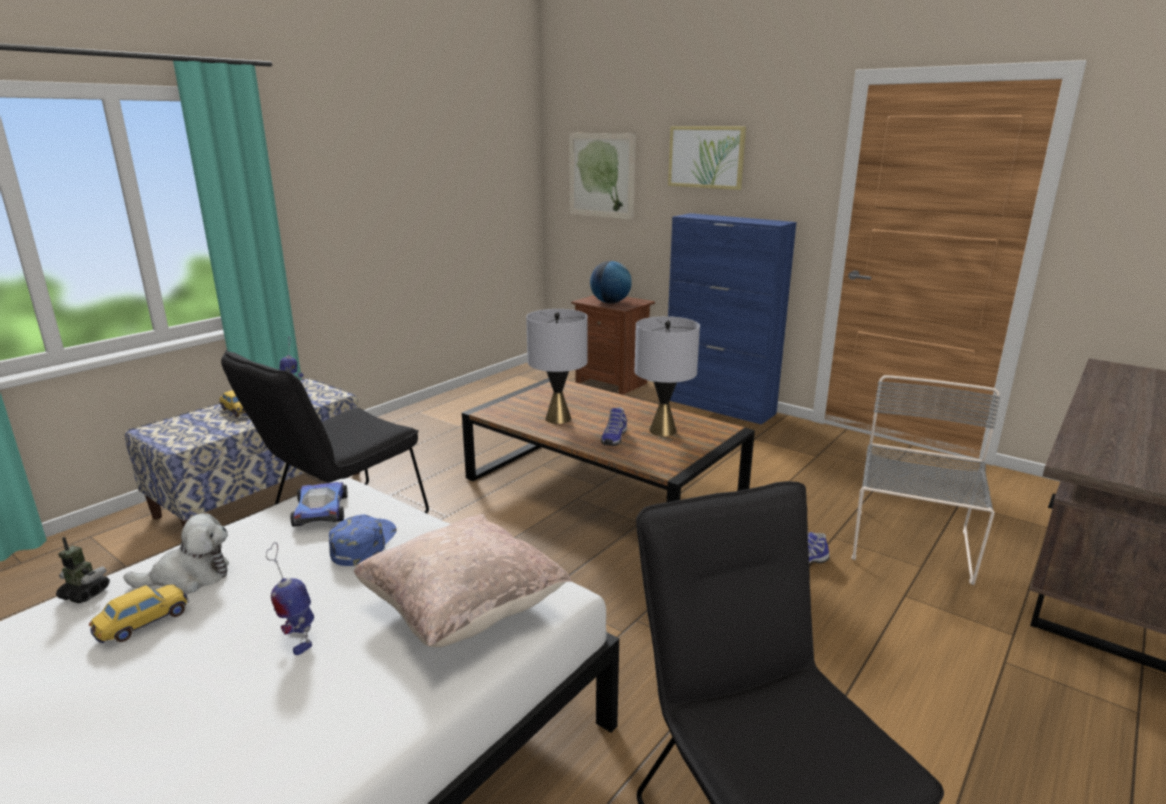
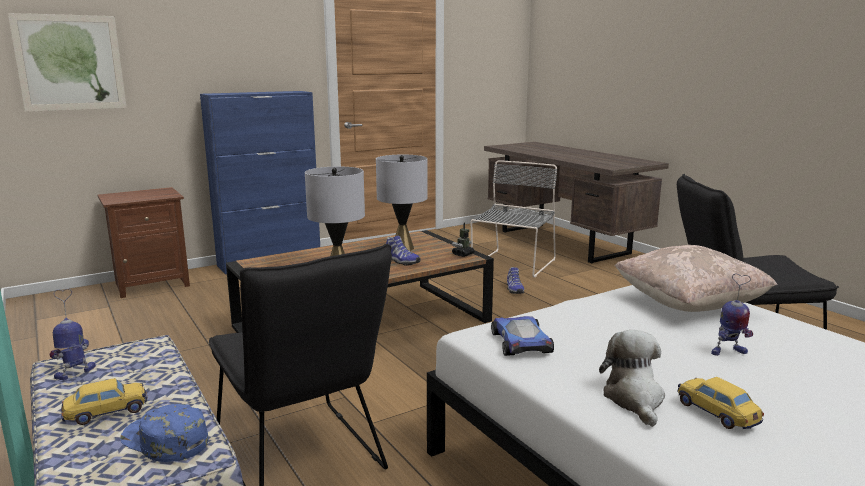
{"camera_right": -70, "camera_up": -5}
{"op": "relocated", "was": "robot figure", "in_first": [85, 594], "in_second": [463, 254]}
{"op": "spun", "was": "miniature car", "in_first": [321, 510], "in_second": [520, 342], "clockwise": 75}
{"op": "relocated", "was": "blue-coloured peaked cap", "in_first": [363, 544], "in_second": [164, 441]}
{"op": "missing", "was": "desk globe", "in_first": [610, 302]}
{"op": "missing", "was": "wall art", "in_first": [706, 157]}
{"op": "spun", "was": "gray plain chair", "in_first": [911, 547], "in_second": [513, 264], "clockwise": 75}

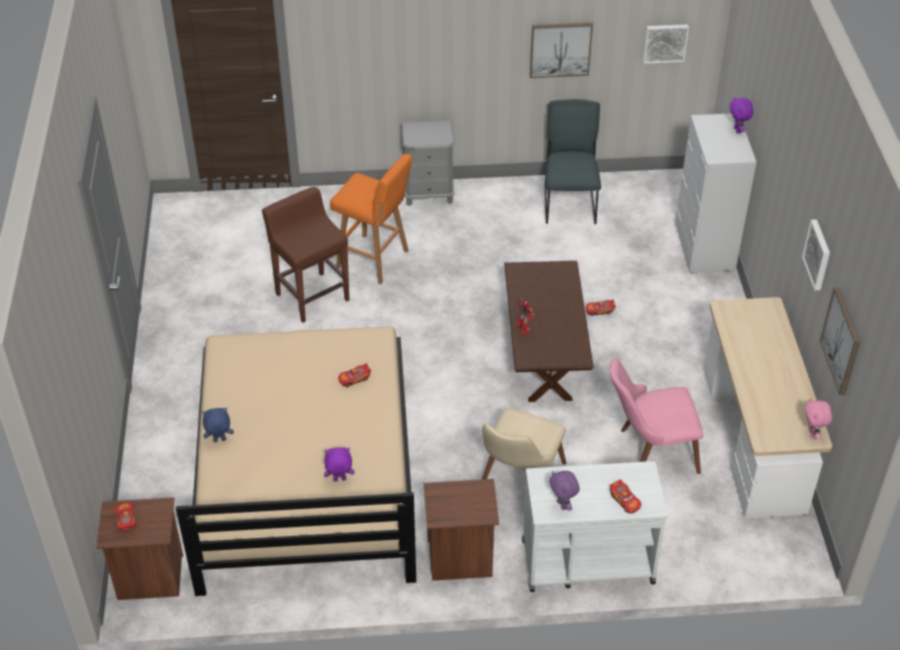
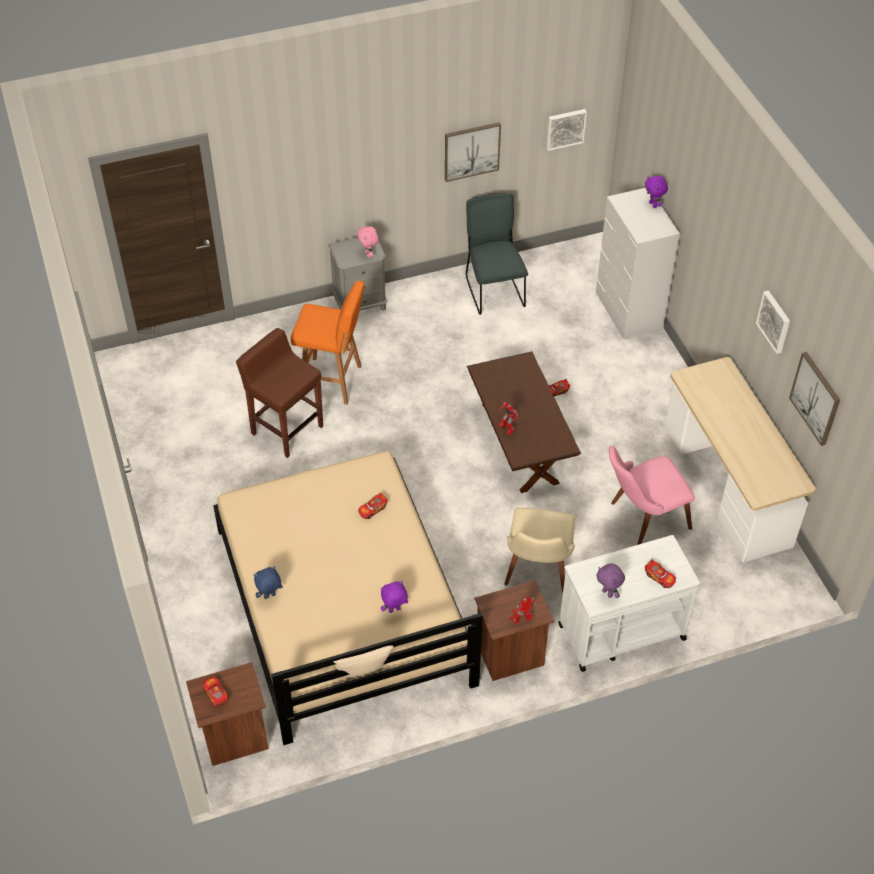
{"camera_right": -15, "camera_up": 5}
{"op": "relocated", "was": "pink-coloured soft toy", "in_first": [812, 434], "in_second": [369, 254]}
{"op": "appeared", "now": "beige-coloured cushion", "in_second": [363, 674]}
{"op": "appeared", "now": "robot figure", "in_second": [522, 620]}

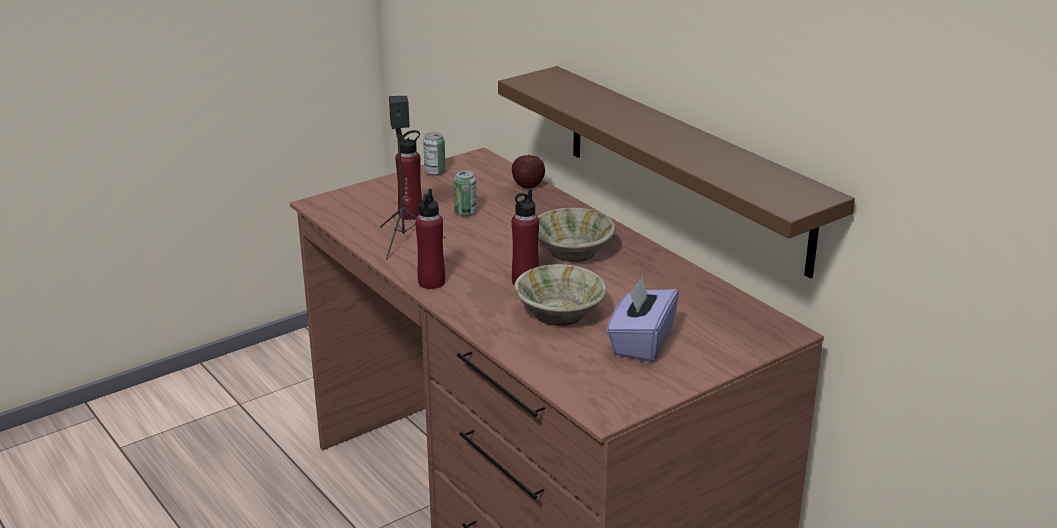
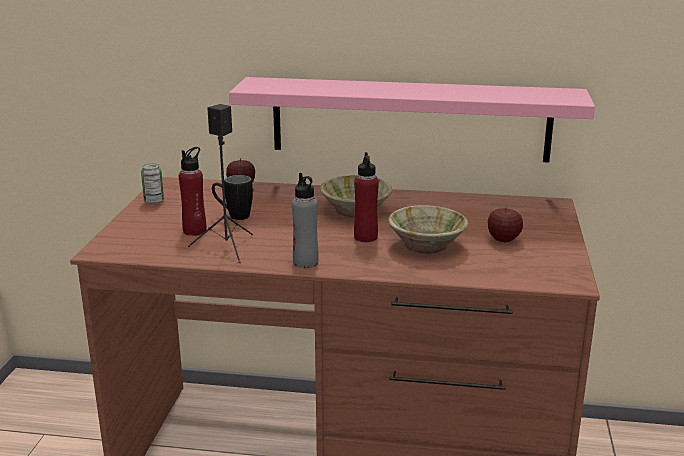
{"camera_right": -45, "camera_up": -5}
{"op": "colour", "was": "red-coloured bottle", "now": "gray bottle", "in_first": [431, 282], "in_second": [305, 263]}
{"op": "exchanged", "was": "metal can", "now": "black-coloured coffee mug", "in_first": [465, 212], "in_second": [233, 216]}
{"op": "colour", "was": "brownish shelf", "now": "pink-coloured shelf", "in_first": [685, 167], "in_second": [410, 119]}
{"op": "exchanged", "was": "purplish box of tissues", "now": "apple fruit", "in_first": [641, 343], "in_second": [503, 239]}

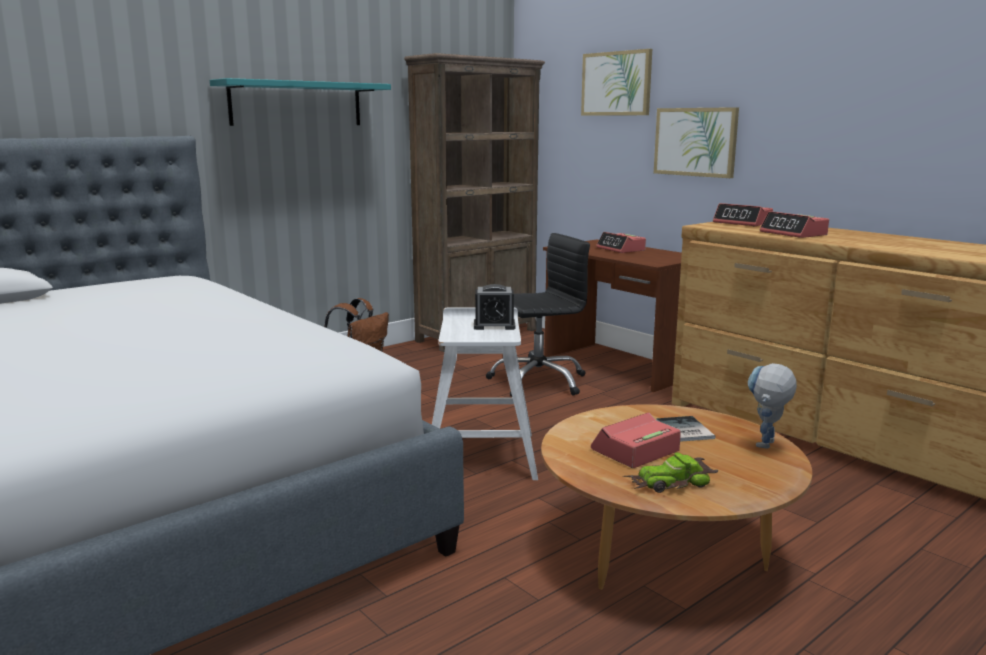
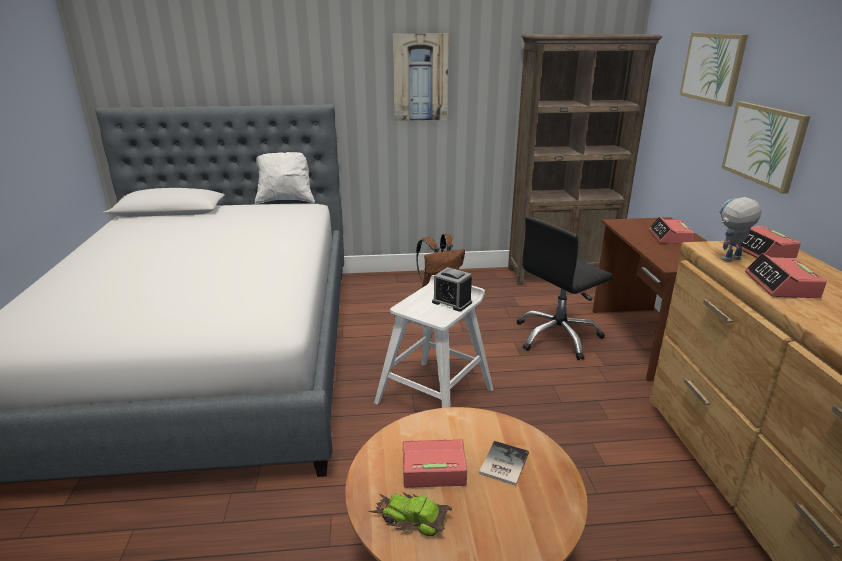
{"camera_right": 35, "camera_up": 10}
{"op": "exchanged", "was": "blue-green shelf", "now": "wall art", "in_first": [296, 104], "in_second": [420, 77]}
{"op": "spun", "was": "black-coloured desk chair", "in_first": [538, 381], "in_second": [557, 337], "clockwise": 135}
{"op": "relocated", "was": "robot figure", "in_first": [765, 447], "in_second": [728, 260]}
{"op": "appeared", "now": "white-coloured cushion", "in_second": [286, 200]}

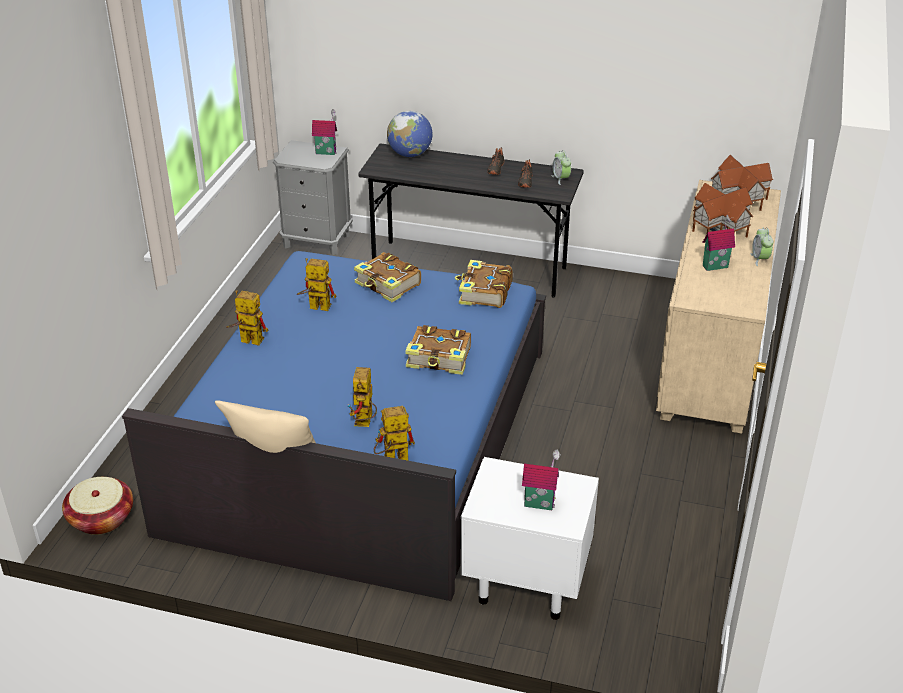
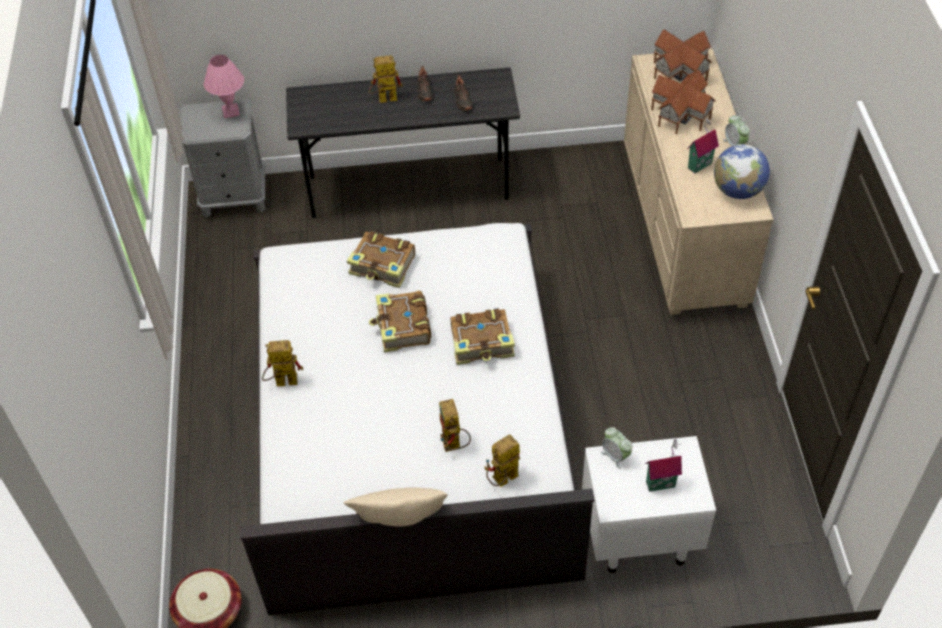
{"camera_right": -20, "camera_up": 15}
{"op": "colour", "was": "blue-coloured bed", "now": "white-coloured bed", "in_first": [362, 437], "in_second": [411, 427]}
{"op": "relocated", "was": "robot figure", "in_first": [315, 307], "in_second": [383, 100]}
{"op": "exchanged", "was": "model house", "now": "pink-coloured tabletop lamp", "in_first": [326, 152], "in_second": [230, 111]}
{"op": "relocated", "was": "desk globe", "in_first": [410, 154], "in_second": [737, 191]}
{"op": "relocated", "was": "bound book", "in_first": [484, 293], "in_second": [402, 328]}
{"op": "relocated", "was": "alarm clock", "in_first": [561, 179], "in_second": [615, 456]}

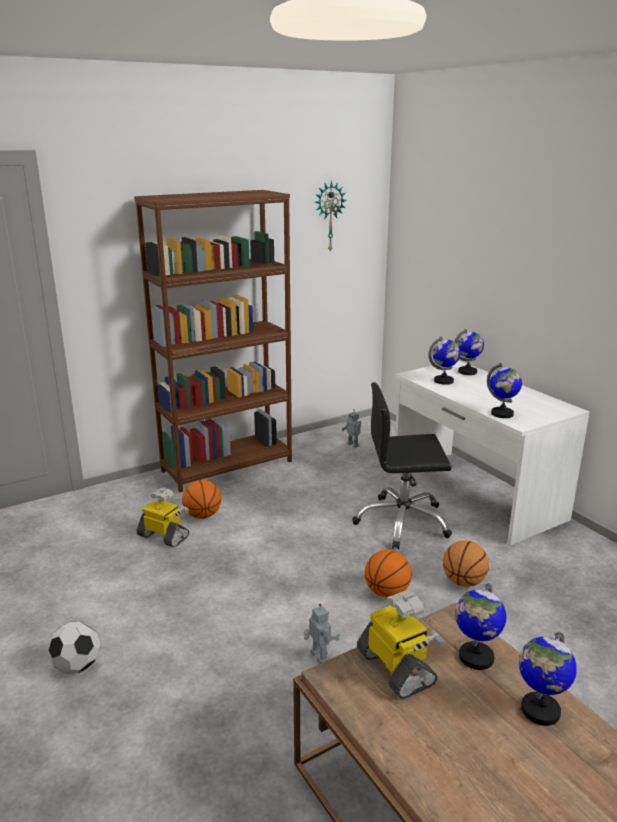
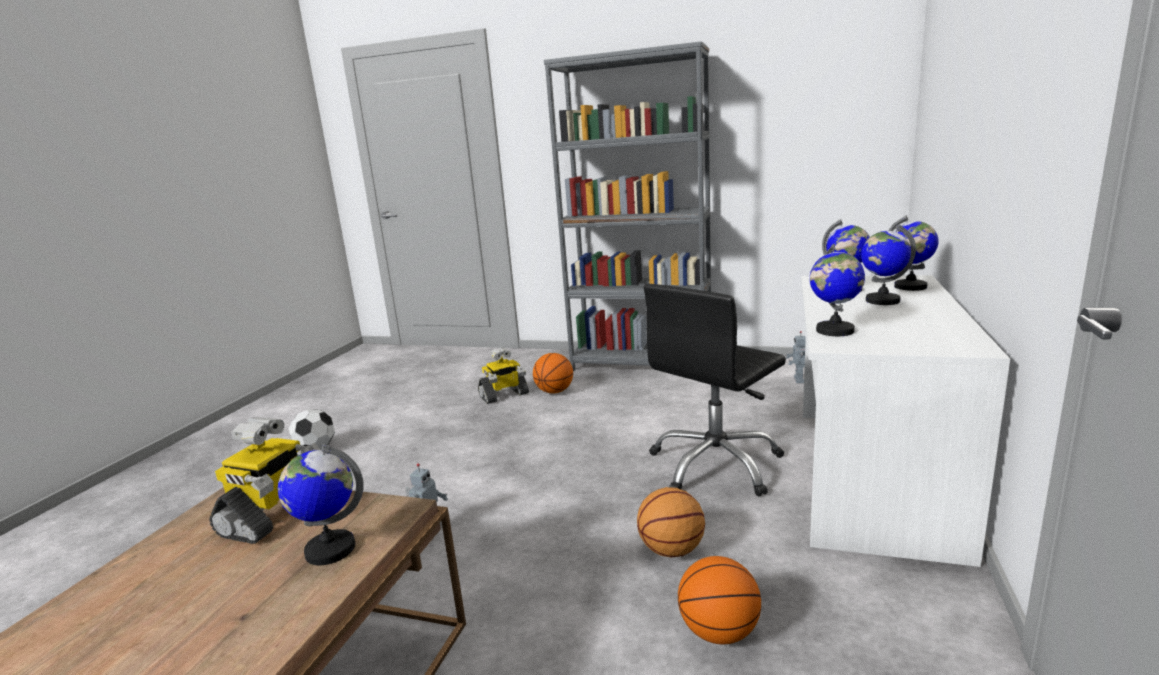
{"camera_right": 50, "camera_up": -5}
{"op": "colour", "was": "brownish bookshelf", "now": "gray bookshelf", "in_first": [227, 466], "in_second": [642, 363]}
{"op": "spun", "was": "robot figure", "in_first": [164, 536], "in_second": [504, 395], "clockwise": 75}
{"op": "missing", "was": "hanging clock", "in_first": [329, 217]}
{"op": "spun", "was": "black-coloured desk chair", "in_first": [402, 522], "in_second": [716, 465], "clockwise": -90}
{"op": "relocated", "was": "basketball ball", "in_first": [386, 592], "in_second": [719, 632]}
{"op": "relocated", "was": "desk globe", "in_first": [539, 710], "in_second": [882, 300]}

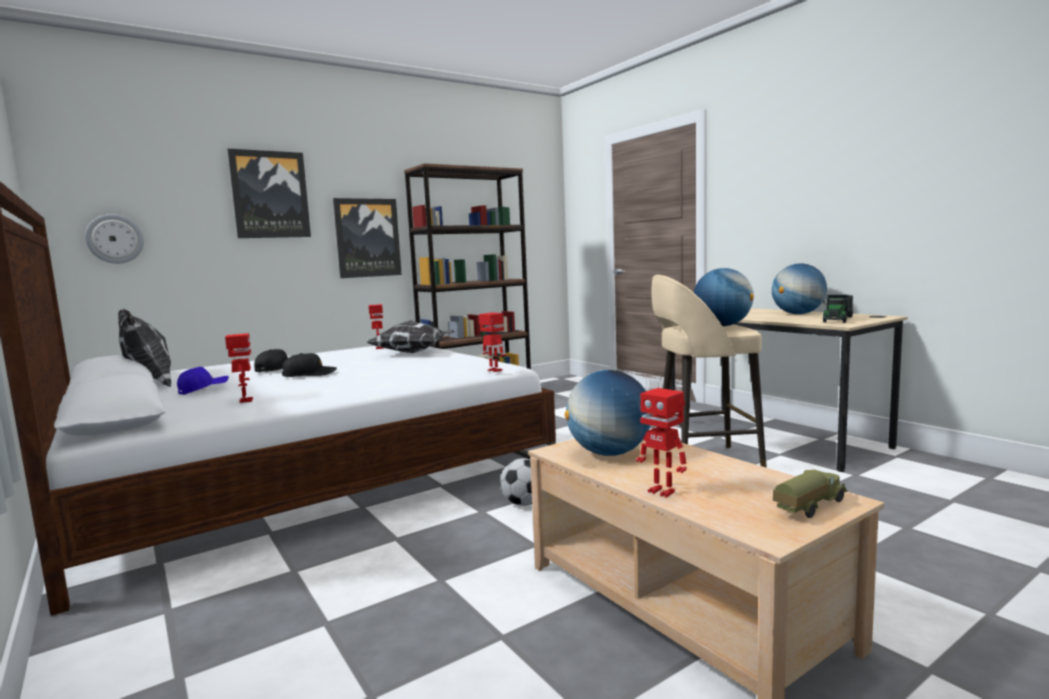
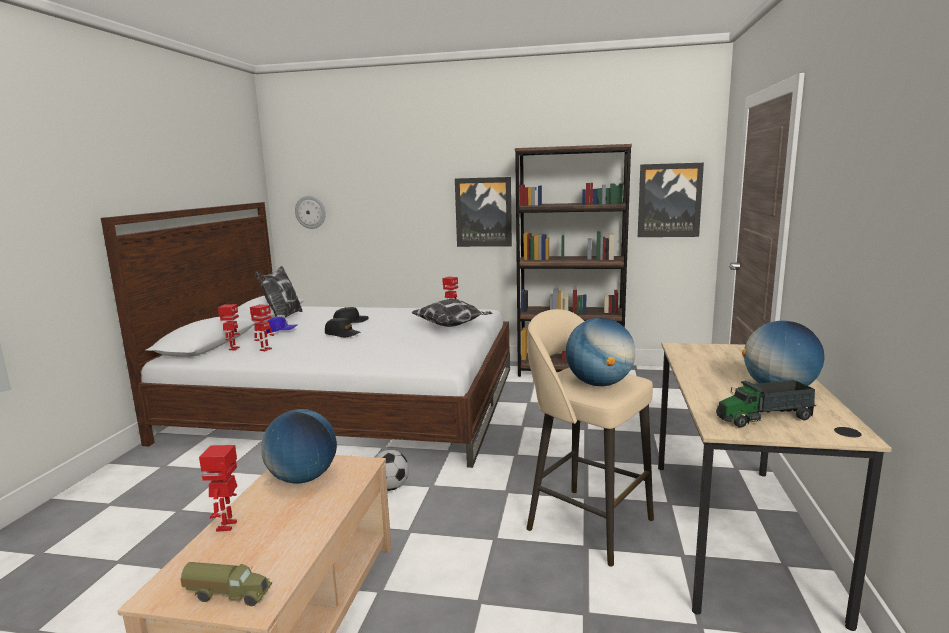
{"camera_right": 45, "camera_up": 5}
{"op": "relocated", "was": "wall art", "in_first": [270, 195], "in_second": [669, 200]}
{"op": "relocated", "was": "robot figure", "in_first": [494, 370], "in_second": [233, 349]}

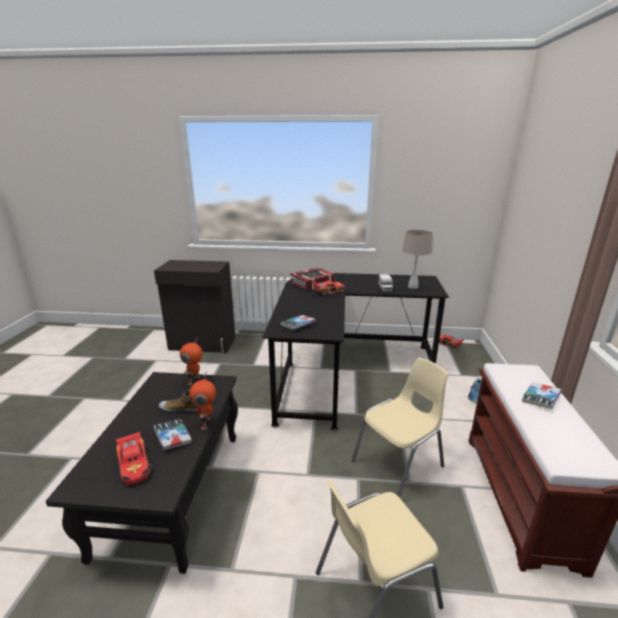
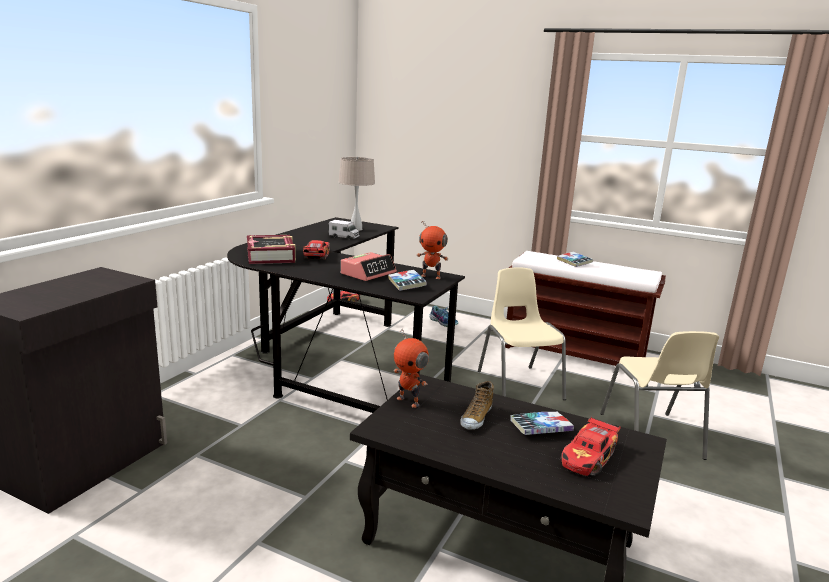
{"camera_right": -70, "camera_up": -5}
{"op": "spun", "was": "miniature car", "in_first": [135, 465], "in_second": [589, 457], "clockwise": 135}
{"op": "relocated", "was": "robot figure", "in_first": [207, 423], "in_second": [431, 276]}
{"op": "appeared", "now": "alarm clock", "in_second": [368, 273]}

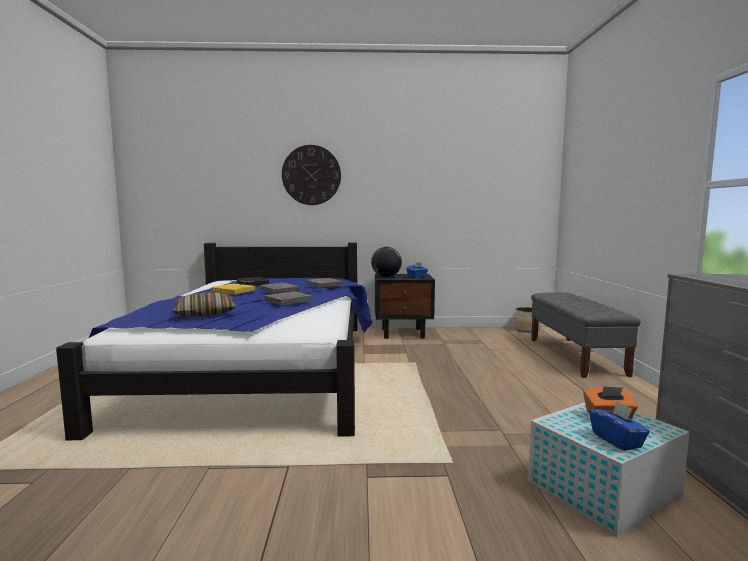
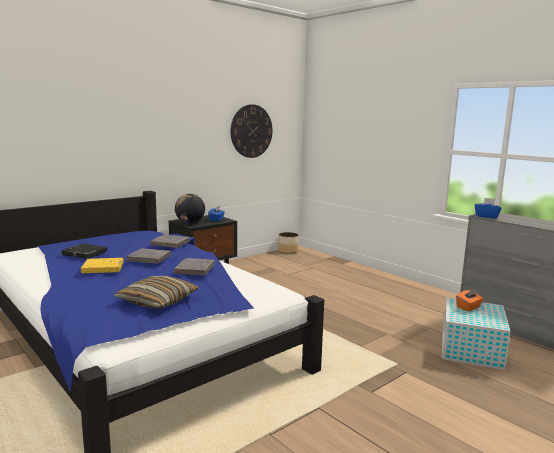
{"camera_right": -40, "camera_up": 5}
{"op": "relocated", "was": "hanging clock", "in_first": [311, 175], "in_second": [251, 131]}
{"op": "missing", "was": "gray indoor bench", "in_first": [575, 356]}
{"op": "relocated", "was": "blue-coloured box of tissues", "in_first": [617, 440], "in_second": [487, 216]}

